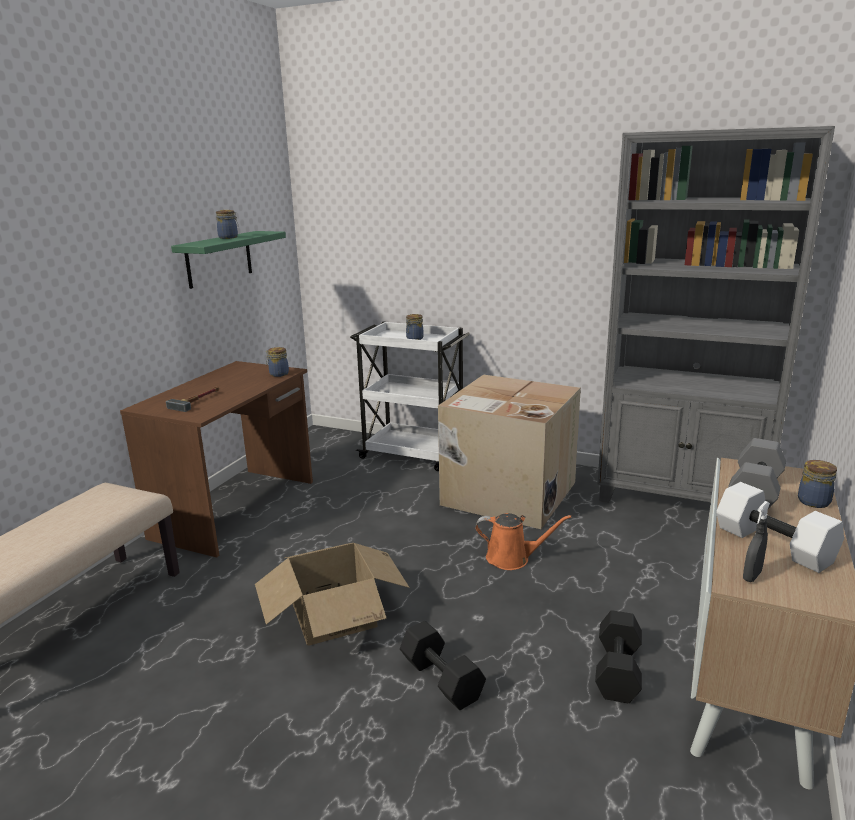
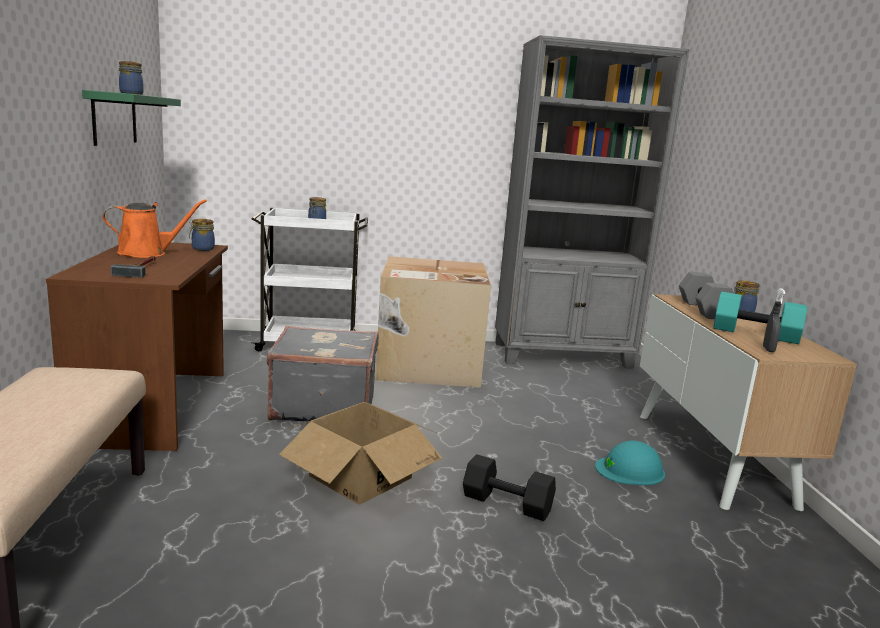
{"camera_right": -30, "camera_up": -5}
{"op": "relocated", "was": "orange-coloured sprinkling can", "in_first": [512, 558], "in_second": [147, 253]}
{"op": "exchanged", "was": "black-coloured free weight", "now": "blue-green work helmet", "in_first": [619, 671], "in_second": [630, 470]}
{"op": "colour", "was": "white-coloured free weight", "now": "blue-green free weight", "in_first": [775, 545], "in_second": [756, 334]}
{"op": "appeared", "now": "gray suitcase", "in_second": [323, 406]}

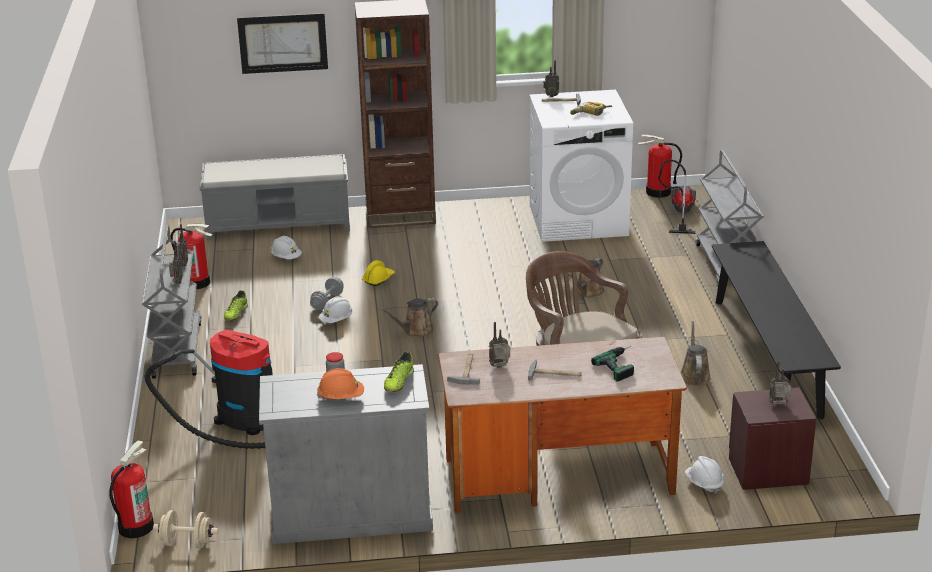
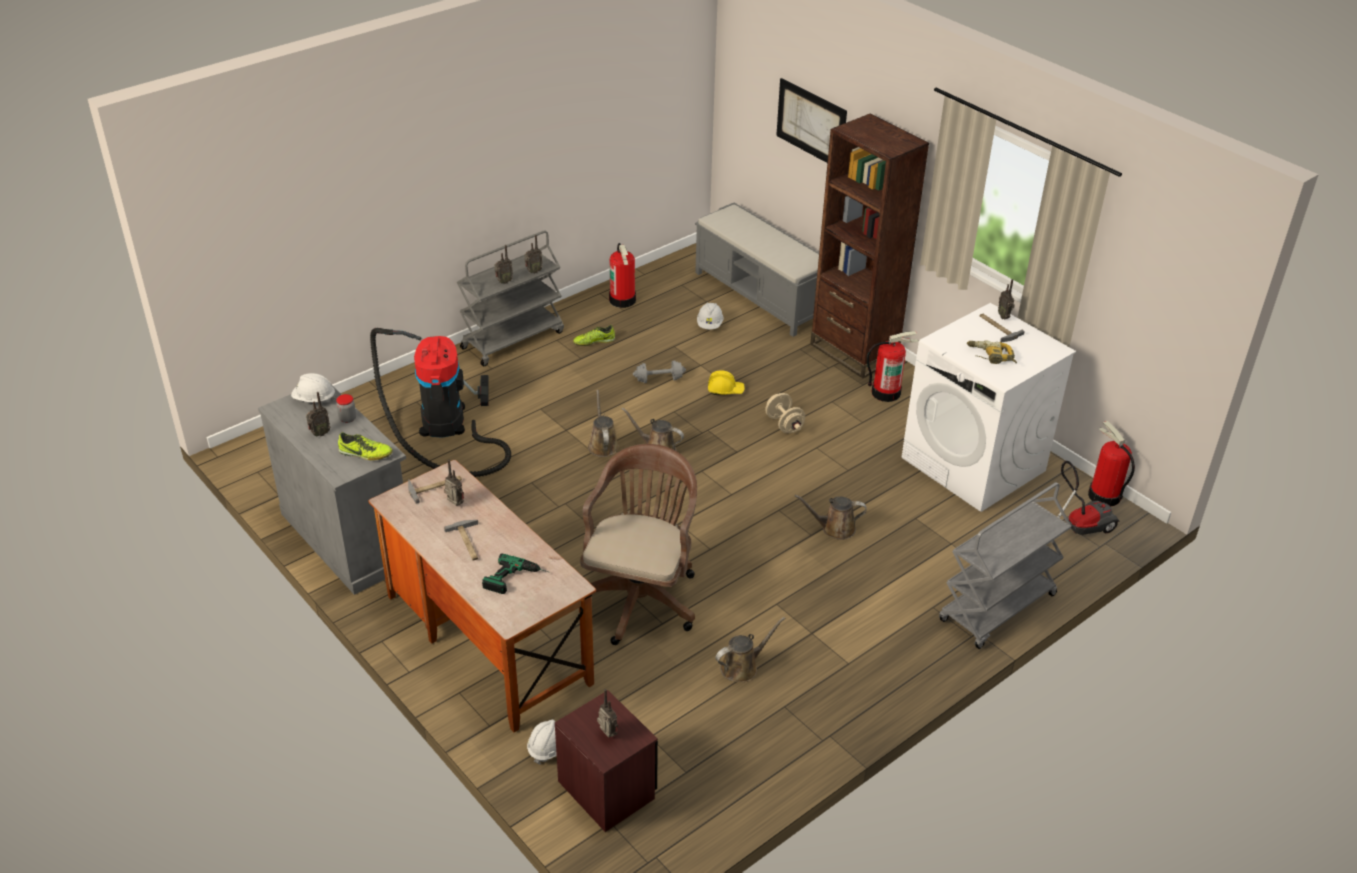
{"camera_right": 55, "camera_up": 10}
{"op": "relocated", "was": "fire-fighting cylinder", "in_first": [135, 526], "in_second": [886, 392]}
{"op": "relocated", "was": "beige-coloured free weight", "in_first": [187, 543], "in_second": [784, 424]}
{"op": "exchanged", "was": "orange-coloured work helmet", "now": "radio", "in_first": [341, 397], "in_second": [319, 434]}
{"op": "relocated", "was": "white-coloured work helmet", "in_first": [336, 320], "in_second": [314, 399]}
{"op": "spun", "was": "low shoe", "in_first": [398, 382], "in_second": [365, 454], "clockwise": -150}
{"op": "missing", "was": "black-coloured indoor bench", "in_first": [766, 356]}
{"op": "appeared", "now": "brownish sprinkling can", "in_second": [602, 445]}

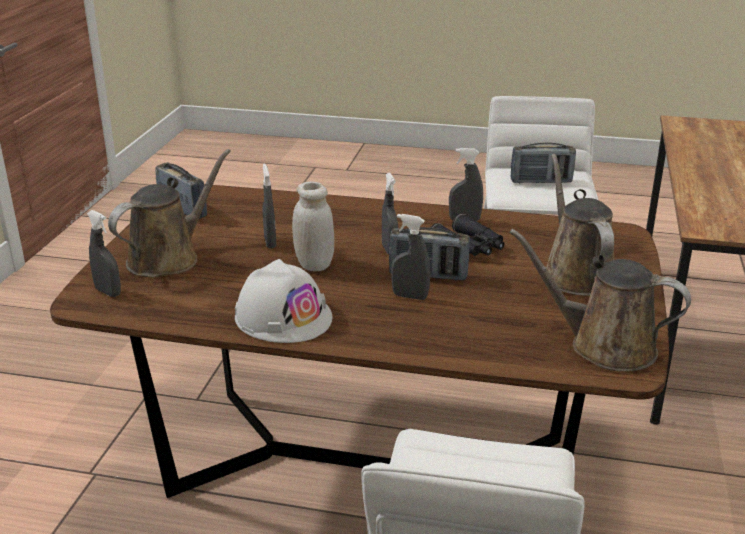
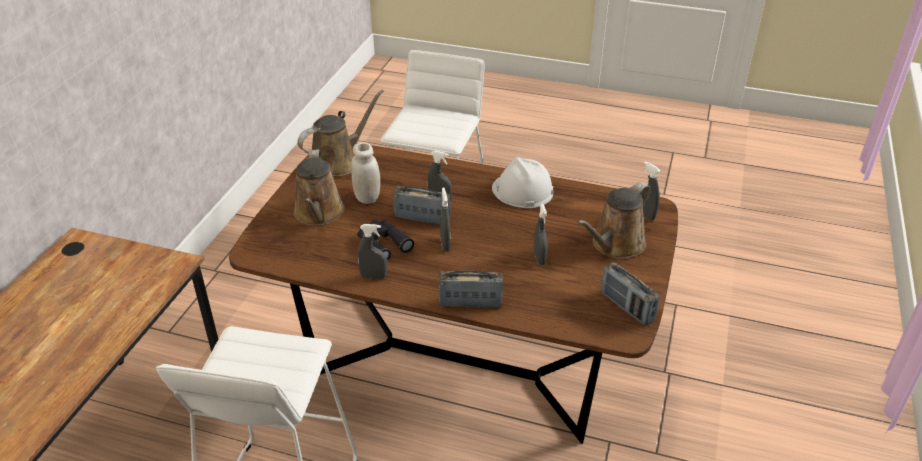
{"camera_right": -175, "camera_up": 10}
{"op": "relocated", "was": "white-coloured preserve jar", "in_first": [314, 264], "in_second": [367, 197]}
{"op": "spun", "was": "brownish sprinkling can", "in_first": [604, 346], "in_second": [338, 162], "clockwise": -75}
{"op": "relocated", "was": "radio", "in_first": [541, 181], "in_second": [470, 303]}

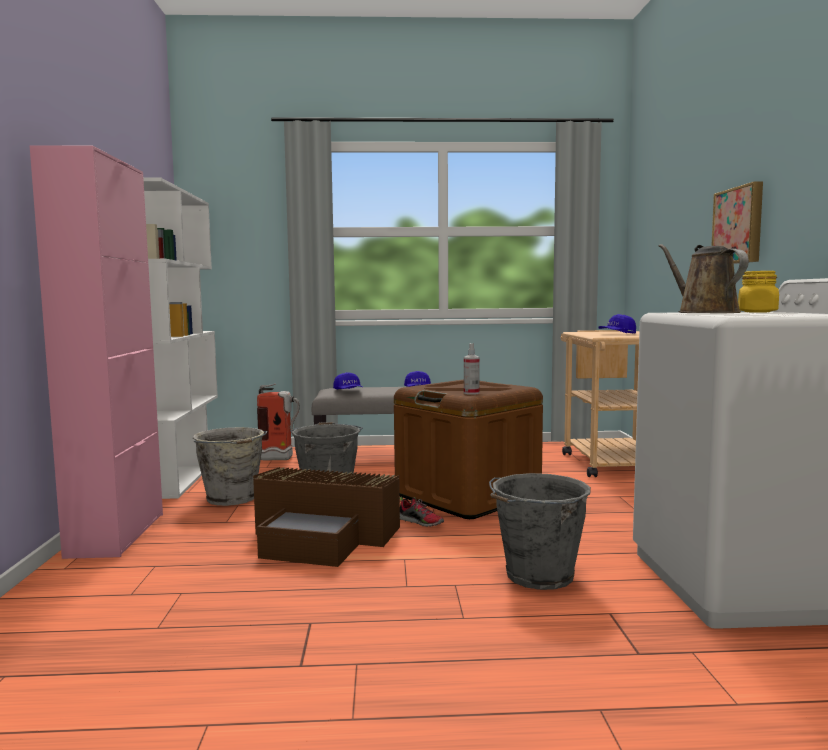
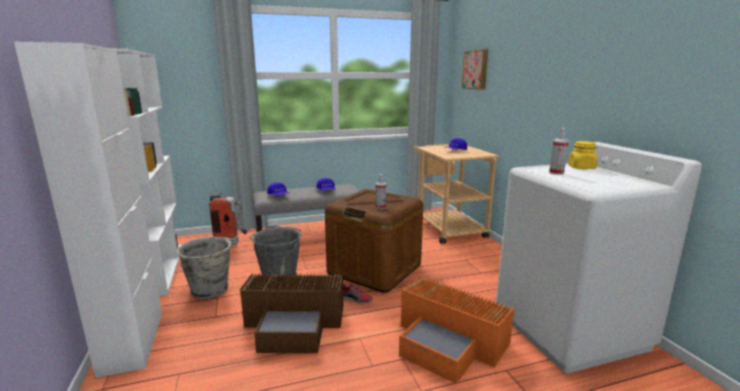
{"camera_right": -15, "camera_up": 10}
{"op": "colour", "was": "pink-coloured cabinet", "now": "white-coloured cabinet", "in_first": [117, 534], "in_second": [132, 342]}
{"op": "exchanged", "was": "gray pail", "now": "orange-coloured storage box", "in_first": [537, 576], "in_second": [449, 342]}
{"op": "exchanged", "was": "brownish sprinkling can", "now": "hand sprayer", "in_first": [703, 313], "in_second": [556, 173]}
{"op": "relocated", "was": "wall art", "in_first": [739, 226], "in_second": [476, 69]}

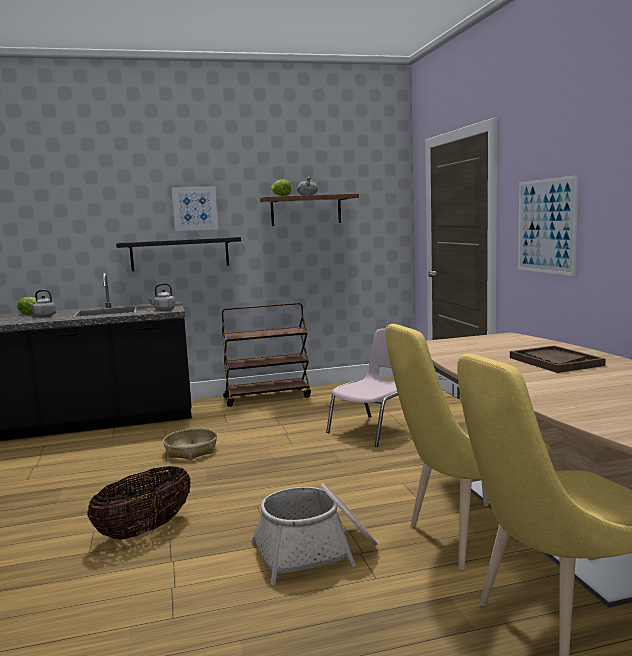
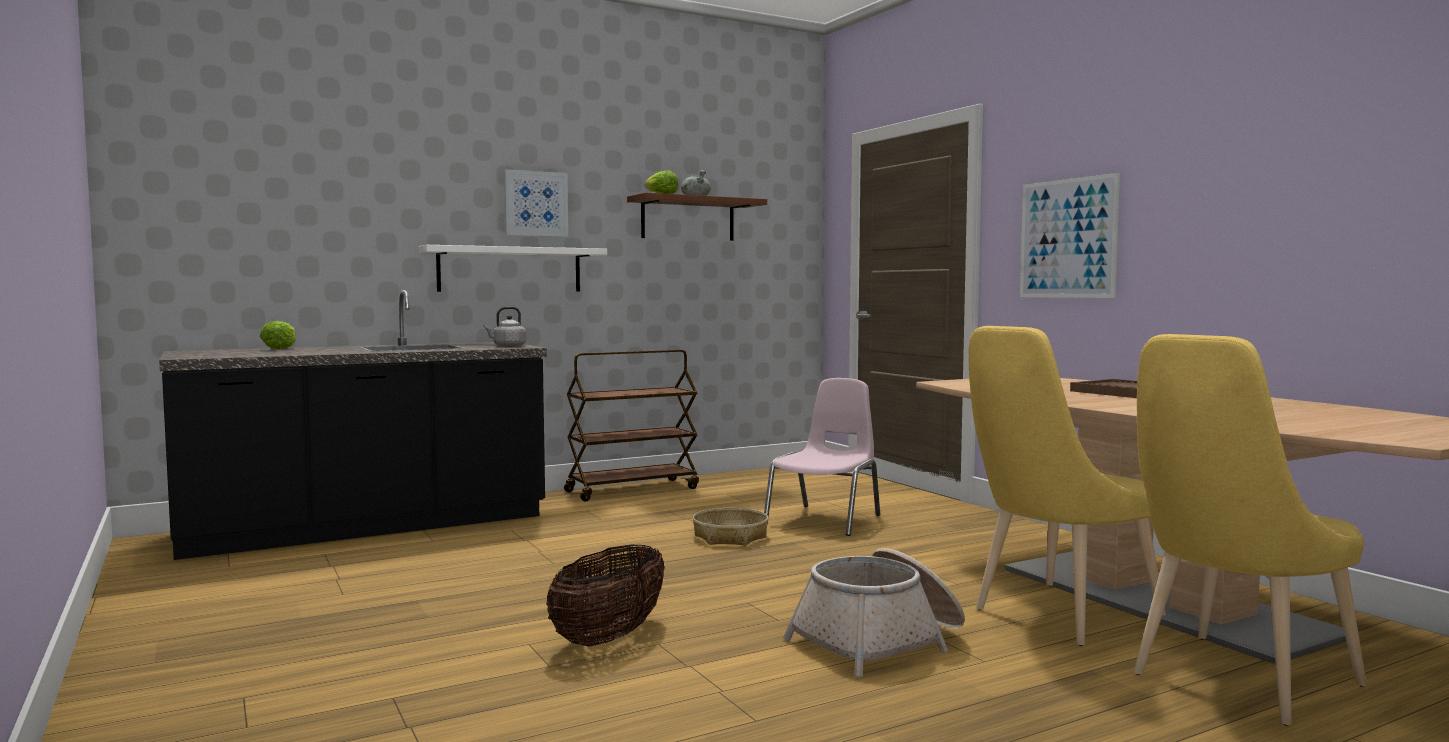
{"camera_right": -15, "camera_up": -5}
{"op": "missing", "was": "gray kettle", "in_first": [44, 316]}
{"op": "colour", "was": "black-coloured shelf", "now": "white-coloured shelf", "in_first": [180, 253], "in_second": [510, 269]}
{"op": "relocated", "was": "basket", "in_first": [191, 451], "in_second": [730, 537]}

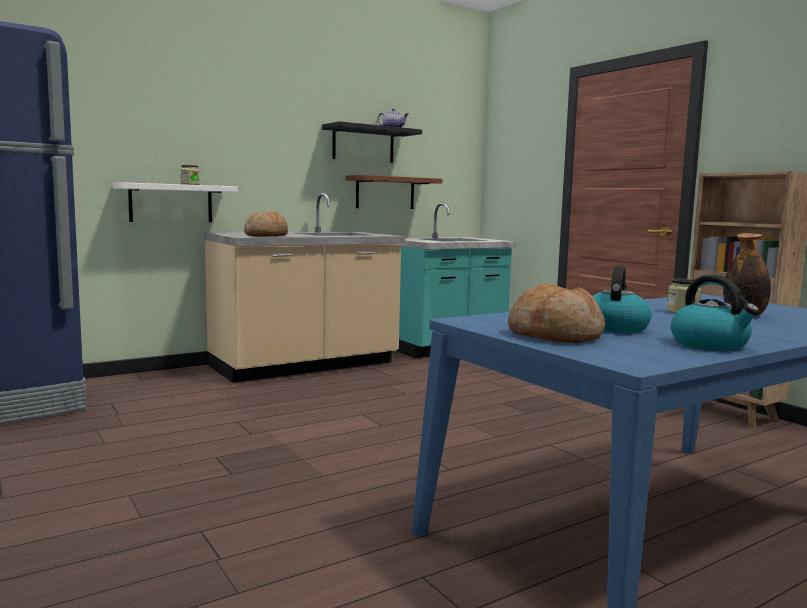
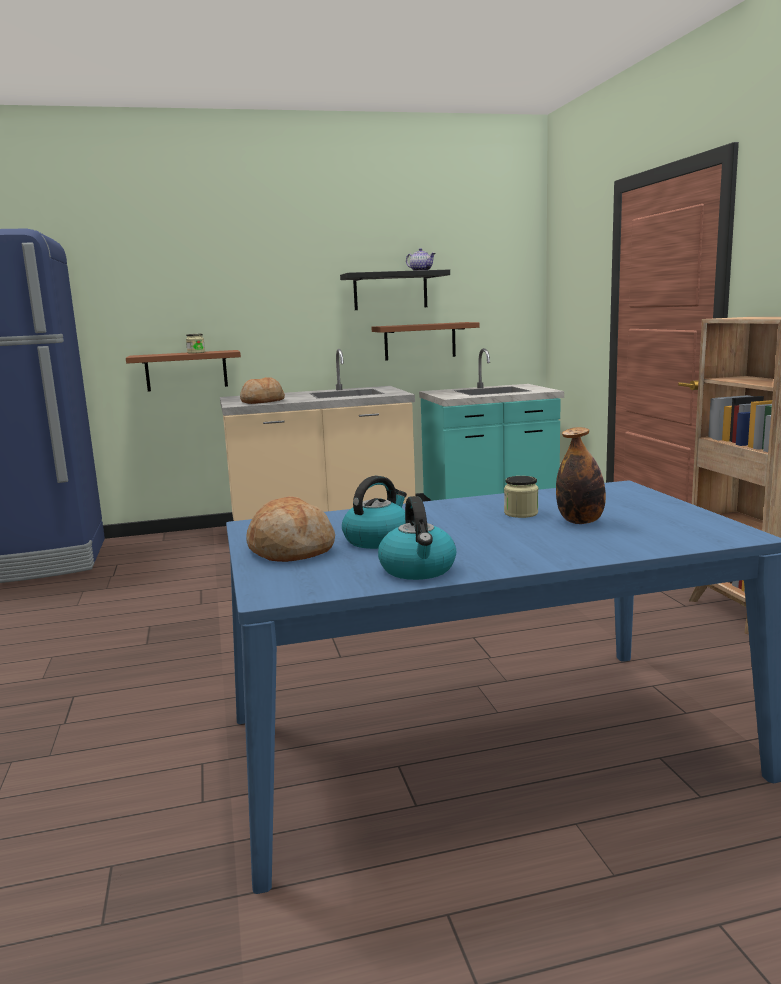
{"camera_right": 20, "camera_up": 5}
{"op": "colour", "was": "white-coloured shelf", "now": "brownish shelf", "in_first": [171, 203], "in_second": [186, 370]}

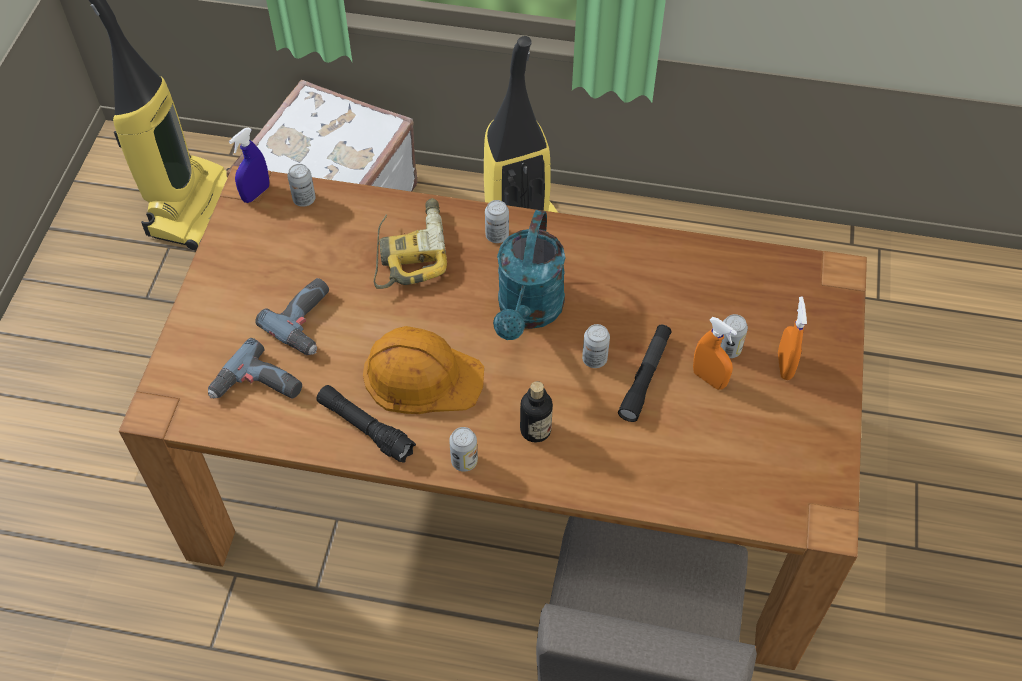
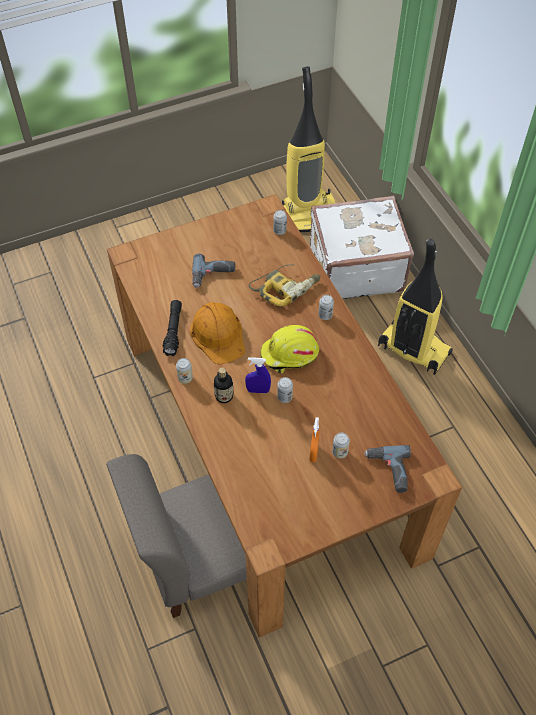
{"camera_right": 55, "camera_up": 0}
{"op": "relocated", "was": "electric drill", "in_first": [258, 388], "in_second": [388, 471]}
{"op": "relocated", "was": "blue-coloured hand sprayer", "in_first": [256, 193], "in_second": [258, 390]}
{"op": "exchanged", "was": "blue-green sprinkling can", "now": "yellow-coloured work helmet", "in_first": [528, 312], "in_second": [289, 354]}
{"op": "missing", "was": "black-coloured torch", "in_first": [645, 377]}
{"op": "missing", "was": "orange-coloured hand sprayer", "in_first": [784, 366]}

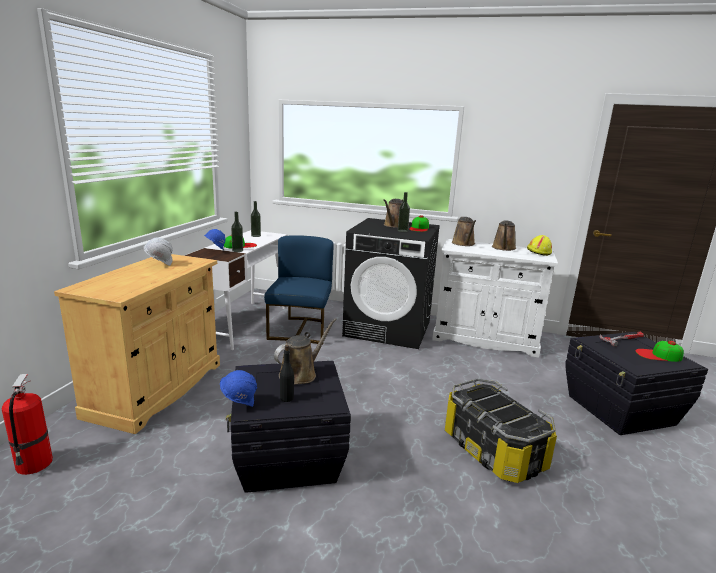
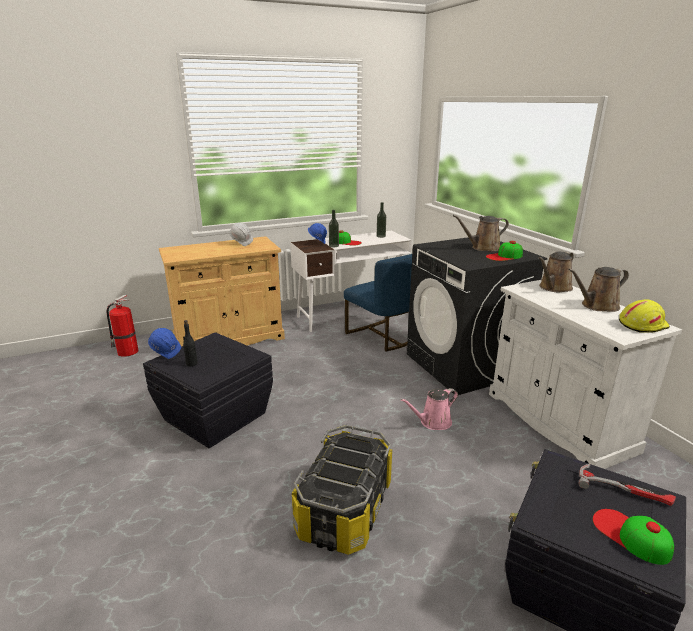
{"camera_right": 50, "camera_up": 5}
{"op": "spun", "was": "blue-coloured plain chair", "in_first": [301, 330], "in_second": [382, 336], "clockwise": 90}
{"op": "missing", "was": "brownish sprinkling can", "in_first": [300, 374]}
{"op": "missing", "was": "bottle", "in_first": [402, 231]}
{"op": "appeared", "now": "pink-coloured sprinkling can", "in_second": [433, 422]}

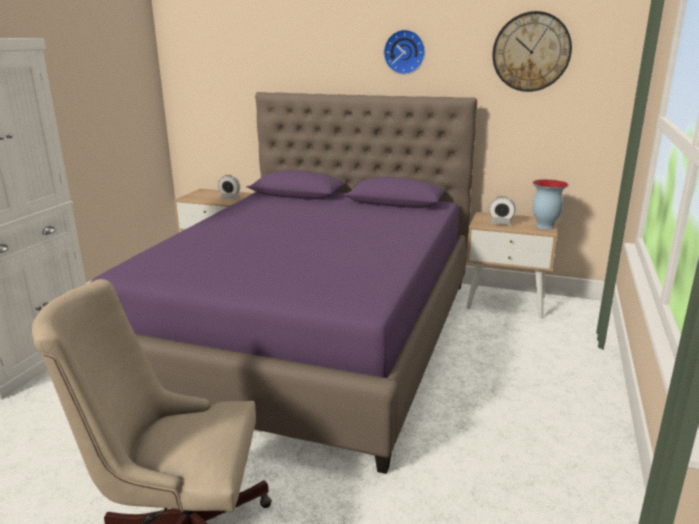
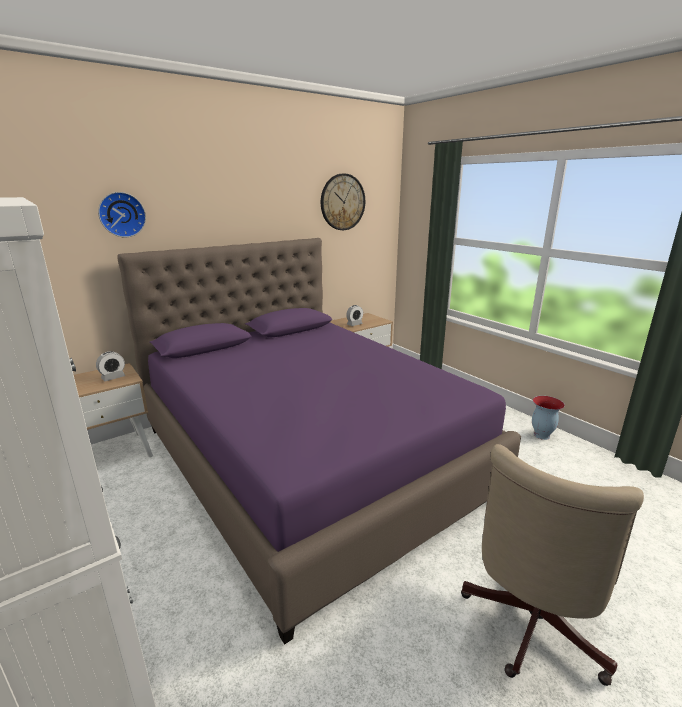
{"camera_right": -55, "camera_up": 0}
{"op": "relocated", "was": "hanging clock", "in_first": [405, 52], "in_second": [122, 214]}
{"op": "relocated", "was": "decorative vase", "in_first": [544, 226], "in_second": [541, 435]}

